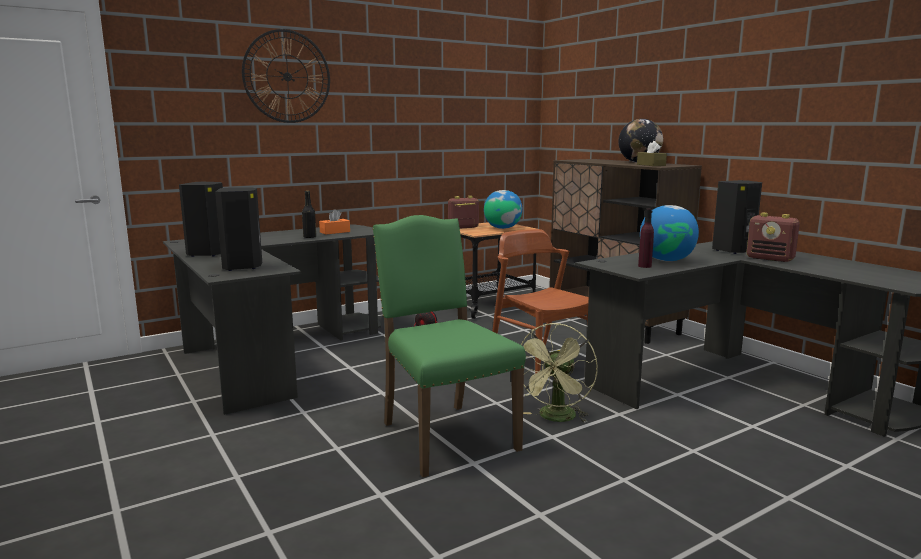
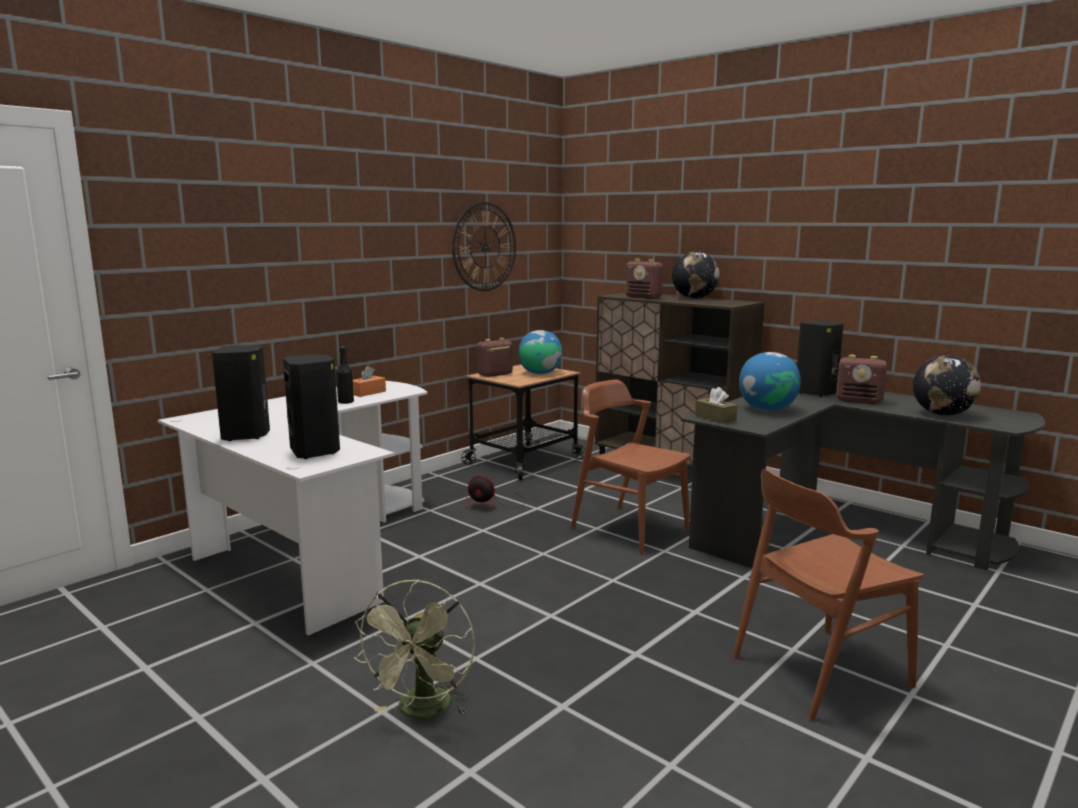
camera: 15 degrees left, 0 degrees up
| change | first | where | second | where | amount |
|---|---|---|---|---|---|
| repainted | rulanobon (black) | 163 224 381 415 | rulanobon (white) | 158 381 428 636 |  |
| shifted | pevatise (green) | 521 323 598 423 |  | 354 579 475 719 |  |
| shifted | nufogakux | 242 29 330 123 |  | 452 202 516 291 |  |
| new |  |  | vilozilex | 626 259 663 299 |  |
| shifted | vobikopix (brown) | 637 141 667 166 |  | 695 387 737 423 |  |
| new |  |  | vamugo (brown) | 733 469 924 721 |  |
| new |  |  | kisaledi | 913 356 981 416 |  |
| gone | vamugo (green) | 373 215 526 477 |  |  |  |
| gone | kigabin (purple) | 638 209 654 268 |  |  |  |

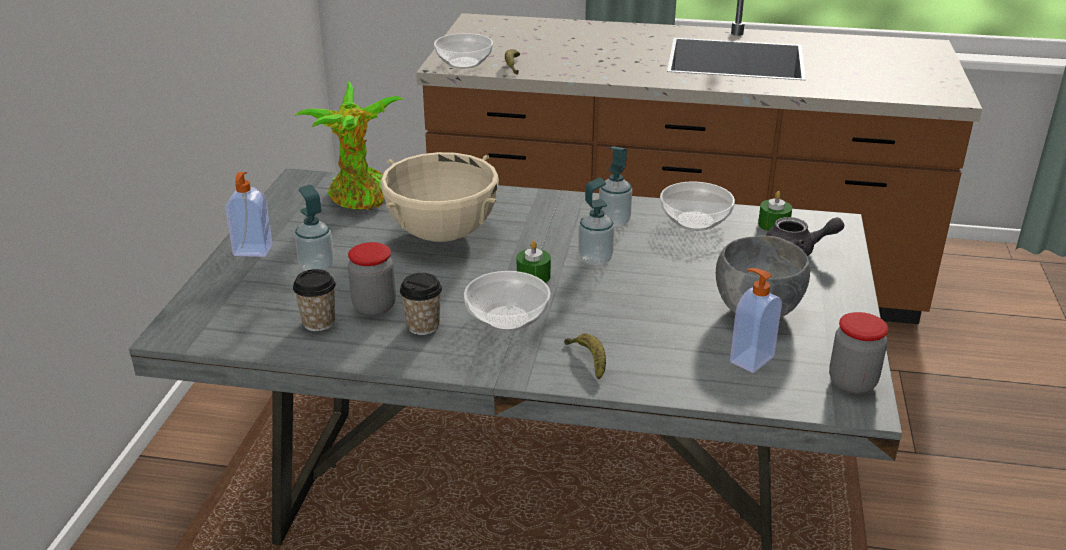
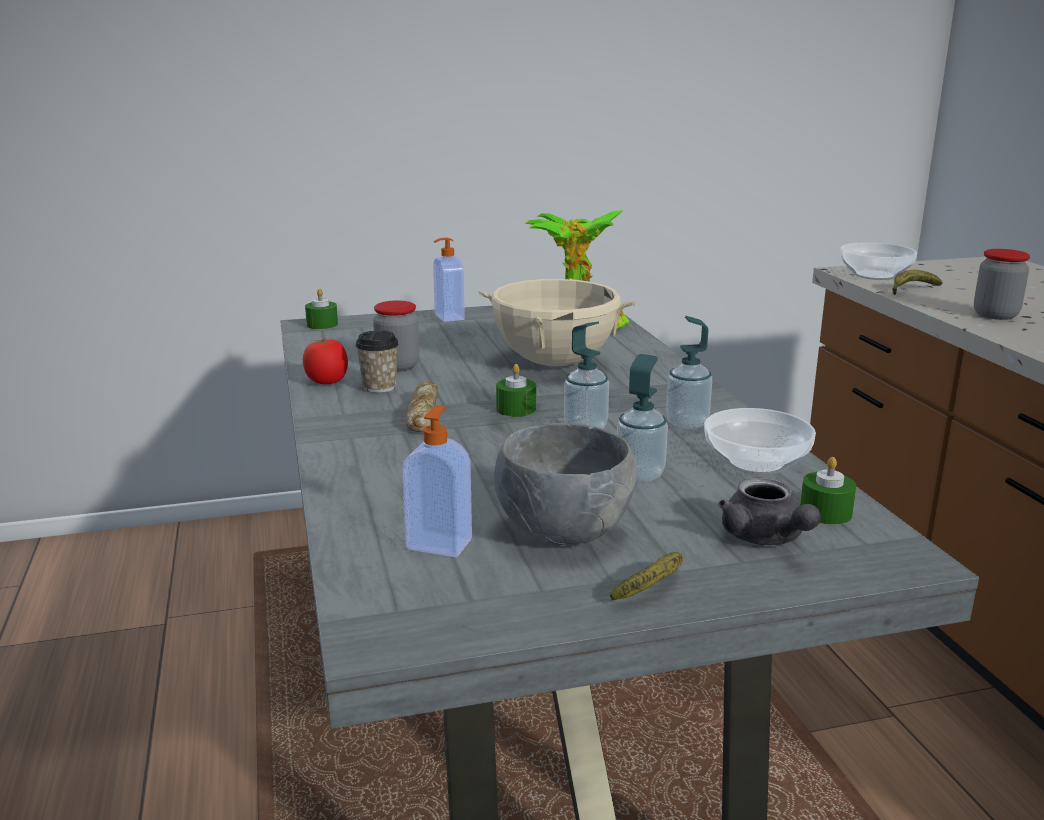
camera: 65 degrees right, 10 degrees down
| change | first | where | second | where | amount |
|---|---|---|---|---|---|
| new |  |  | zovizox | 303 338 348 384 |  |
| new |  |  | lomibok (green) | 305 289 338 329 |  |
| swapped | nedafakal | 464 271 550 332 | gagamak | 406 381 438 432 |  |
| shifted | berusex | 564 334 606 379 |  | 610 552 683 600 |  |
| shifted | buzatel | 295 185 334 271 |  | 617 354 668 483 |  |
| shifted | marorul | 829 312 888 394 |  | 974 249 1030 320 |  |
| gone | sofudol | 293 269 336 331 |  |  |  |

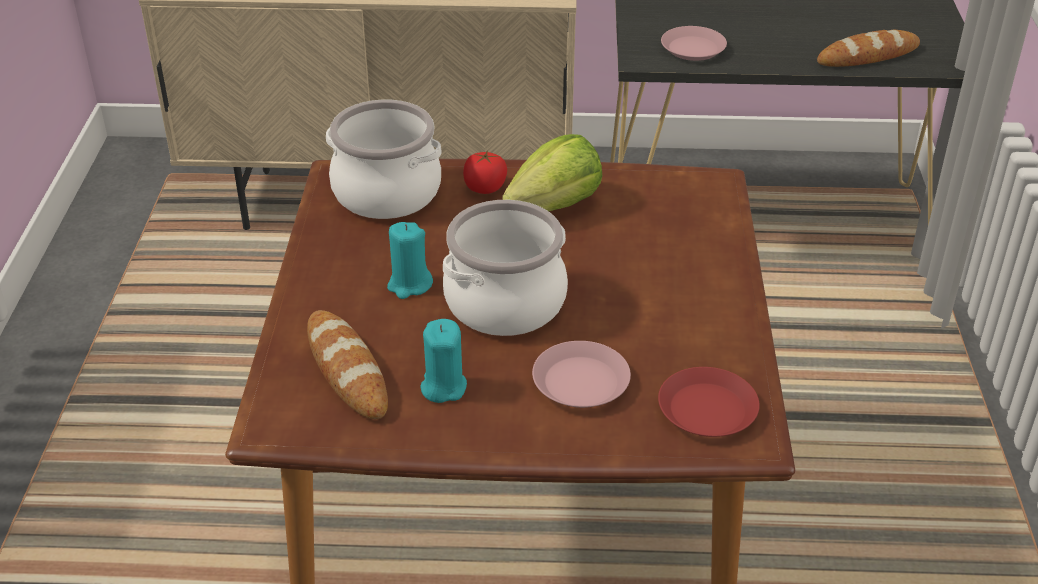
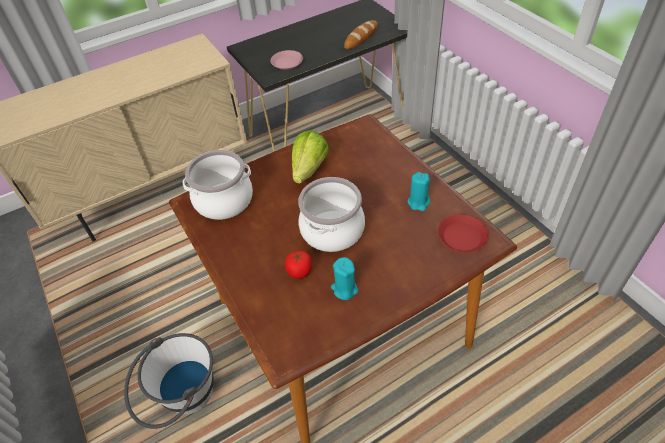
camera: 30 degrees left, 10 degrees up
| change | first | where | second | where | amount |
|---|---|---|---|---|---|
| new |  |  | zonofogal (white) | 124 333 214 429 |  |
| shifted | zovizox | 463 150 507 194 |  | 285 251 312 279 |  |
| shifted | lomibok (turquoise) | 387 222 433 299 |  | 408 172 430 211 |  |
| gone | gagamak | 307 310 388 419 |  |  |  |
| gone | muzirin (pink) | 532 341 631 408 |  |  |  |

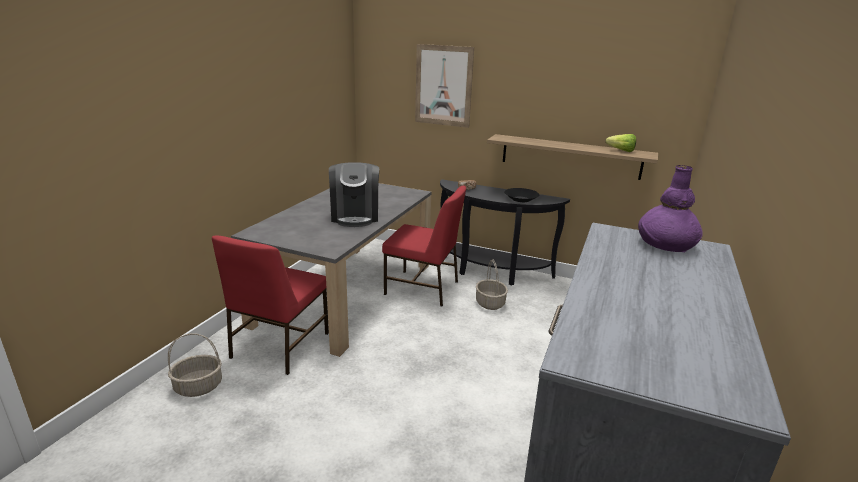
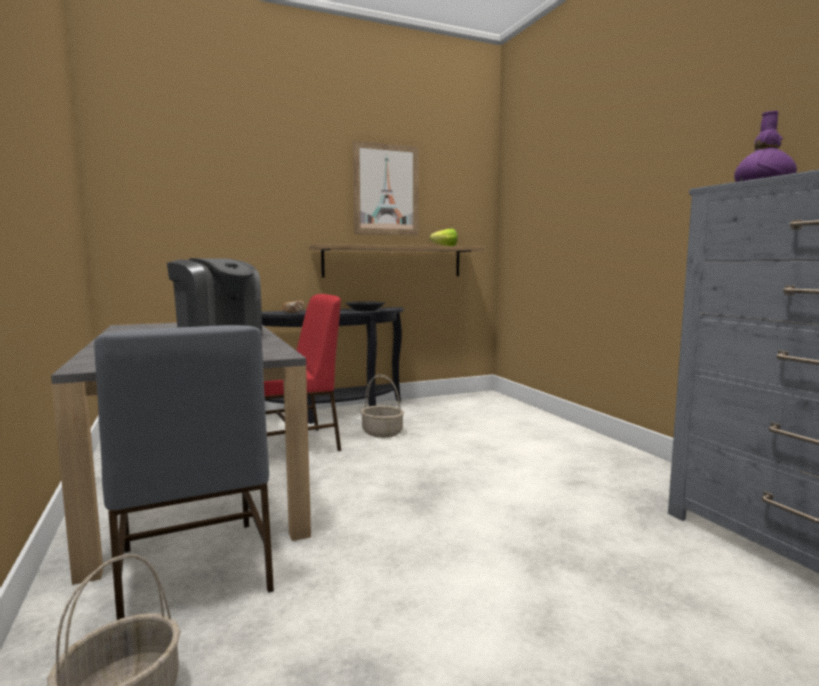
camera: 45 degrees left, 15 degrees down
| change | first | where | second | where | amount |
|---|---|---|---|---|---|
| repainted | vamugo (red) | 212 235 329 375 | vamugo (grey) | 94 325 274 620 |  |
| shifted | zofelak | 415 44 474 128 |  | 353 141 419 236 |  |

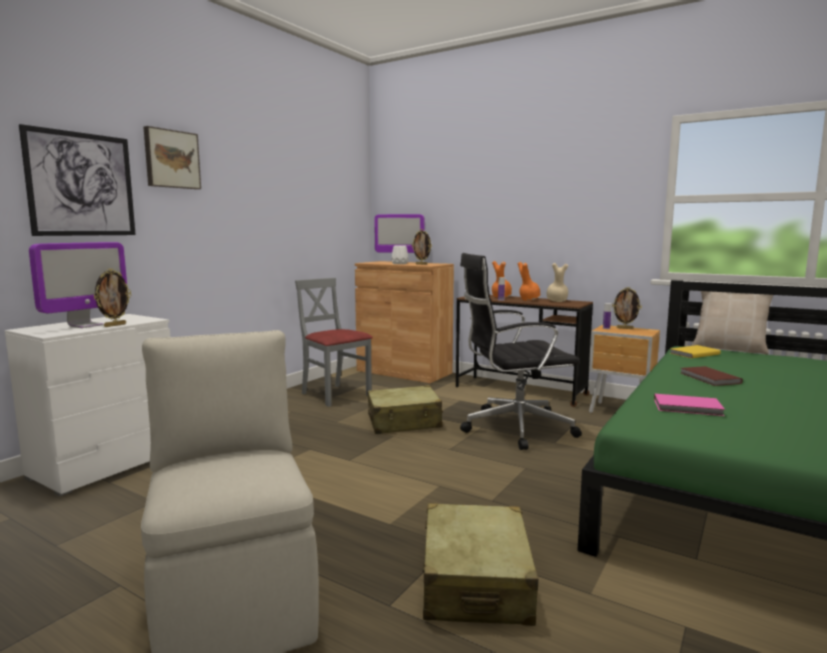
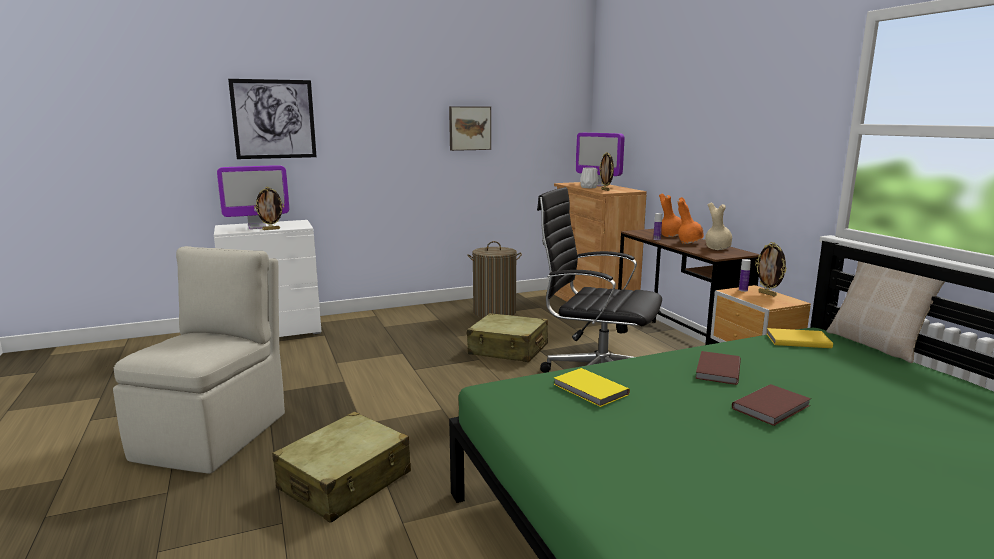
camera: 35 degrees right, 5 degrees up
| change | first | where | second | where | amount |
|---|---|---|---|---|---|
| shifted | zofelak | 144 126 201 189 |  | 449 106 491 151 |  |
| swapped | vamugo (grey) | 295 278 373 407 | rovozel | 467 241 522 318 |  |
| repainted | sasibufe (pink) | 654 394 725 416 | sasibufe (yellow) | 553 368 630 407 |  |
| new |  |  | sasibufe (brown) | 732 384 811 426 |  |

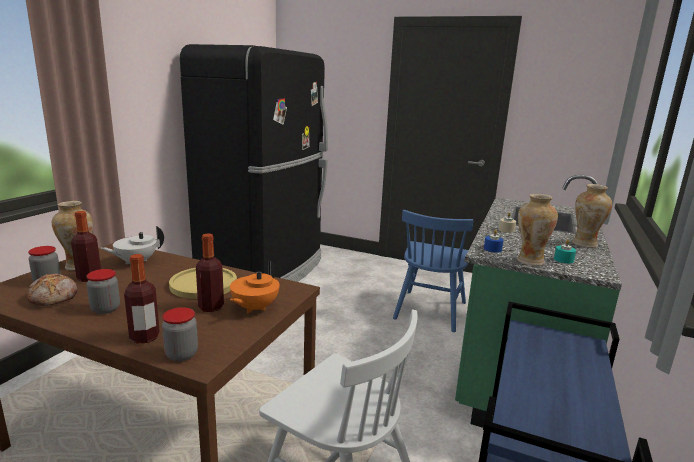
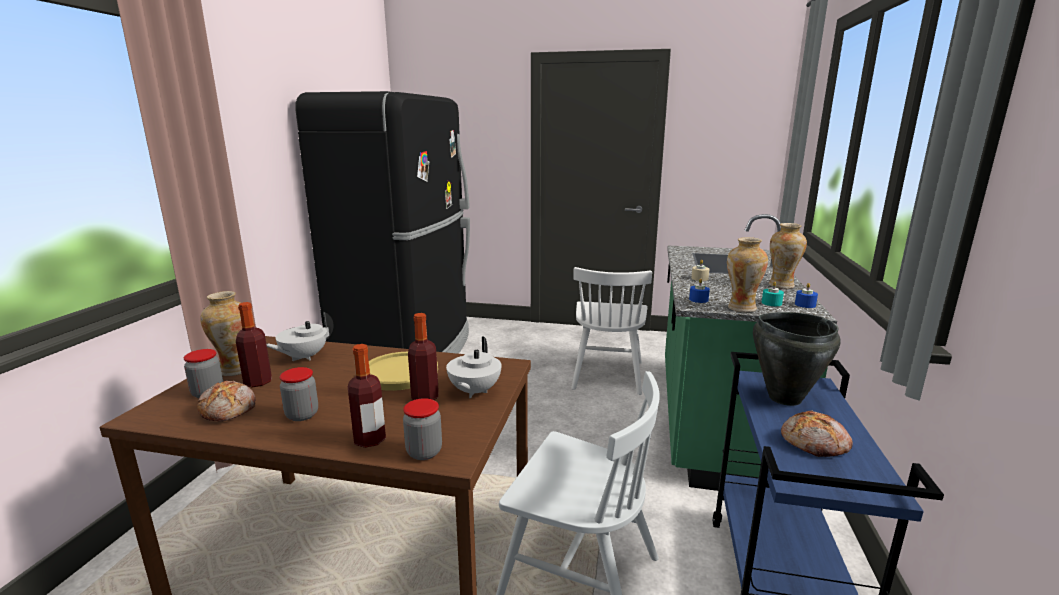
camera: 10 degrees left, 0 degrees up
| change | first | where | second | where | amount |
|---|---|---|---|---|---|
| repainted | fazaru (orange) | 230 260 280 313 | fazaru (white) | 446 336 502 398 |  |
| repainted | vamugo (blue) | 393 210 473 332 | vamugo (white) | 571 267 652 395 |  |
| new |  |  | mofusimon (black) | 753 312 841 406 |  |
| new |  |  | gagamak | 781 410 853 457 |  |
| new |  |  | lomibok (blue) | 795 283 818 308 |  |

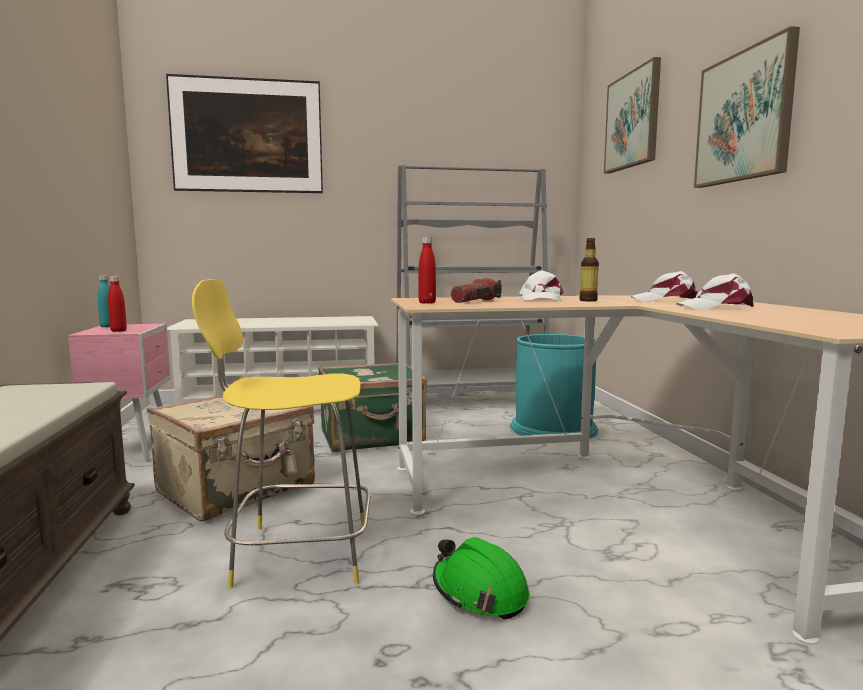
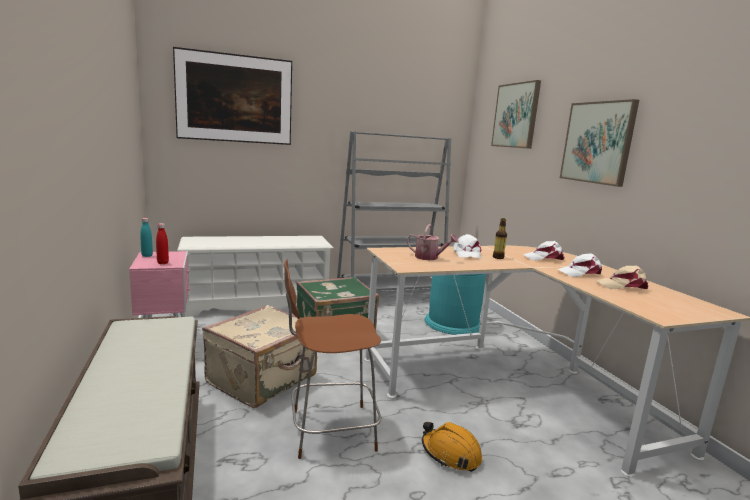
camera: 10 degrees left, 5 degrees up
| change | first | where | second | where | amount |
|---|---|---|---|---|---|
| repainted | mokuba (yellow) | 192 279 370 588 | mokuba (brown) | 284 259 381 459 |  |
| swapped | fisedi | 451 278 502 303 | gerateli | 407 224 458 260 |  |
| repainted | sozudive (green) | 433 537 530 620 | sozudive (orange) | 422 422 482 472 |  |
| new |  |  | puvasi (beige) | 596 266 648 289 |  |
| gone | kigabin (red) | 419 237 436 304 |  |  |  |

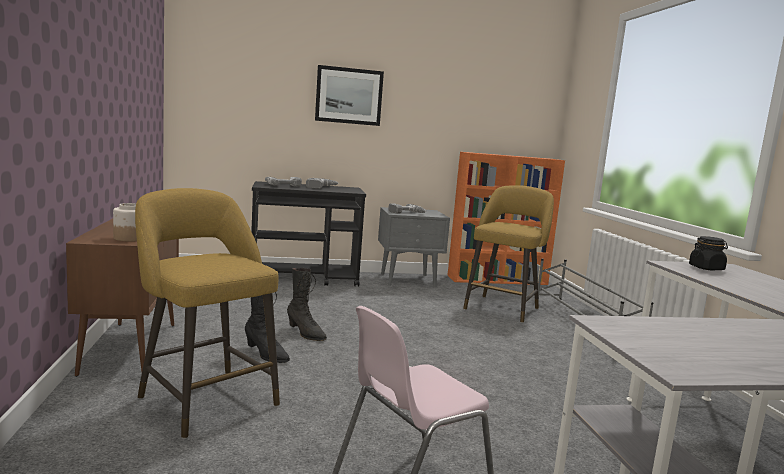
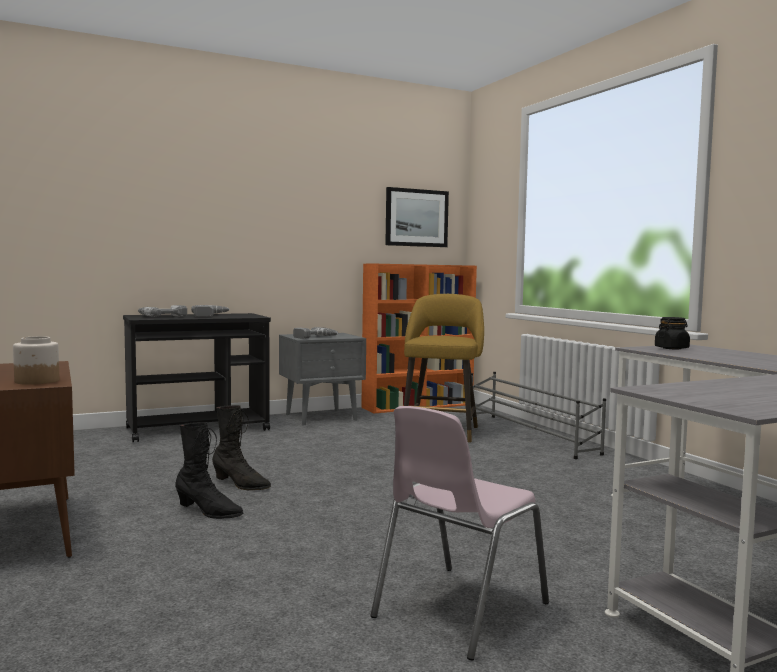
camera: 15 degrees left, 5 degrees down
| change | first | where | second | where | amount |
|---|---|---|---|---|---|
| shifted | zofelak | 315 65 384 126 |  | 385 187 449 247 |  |
| gone | mokuba (yellow) | 135 188 280 439 |  |  |  |

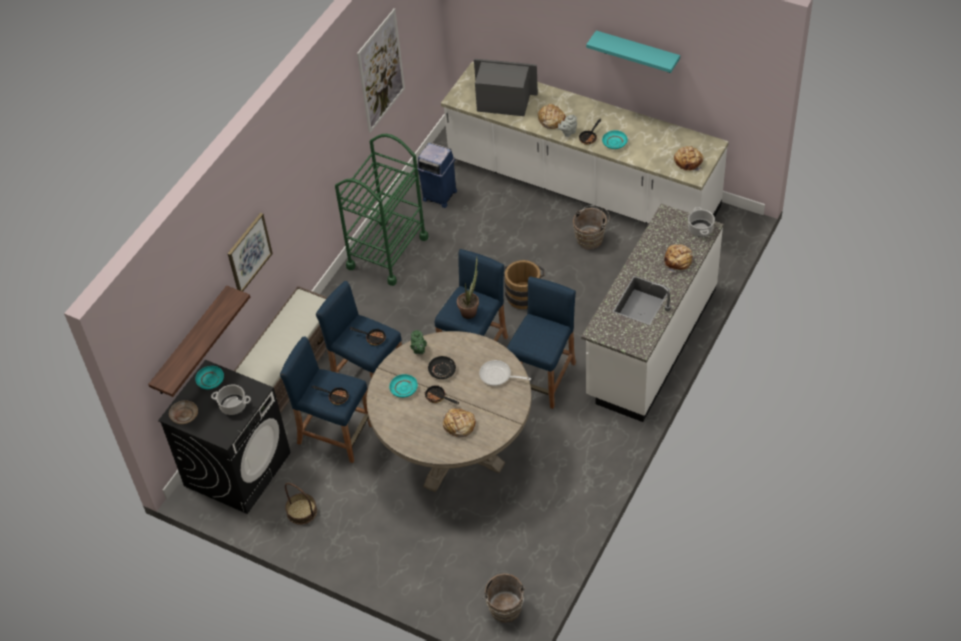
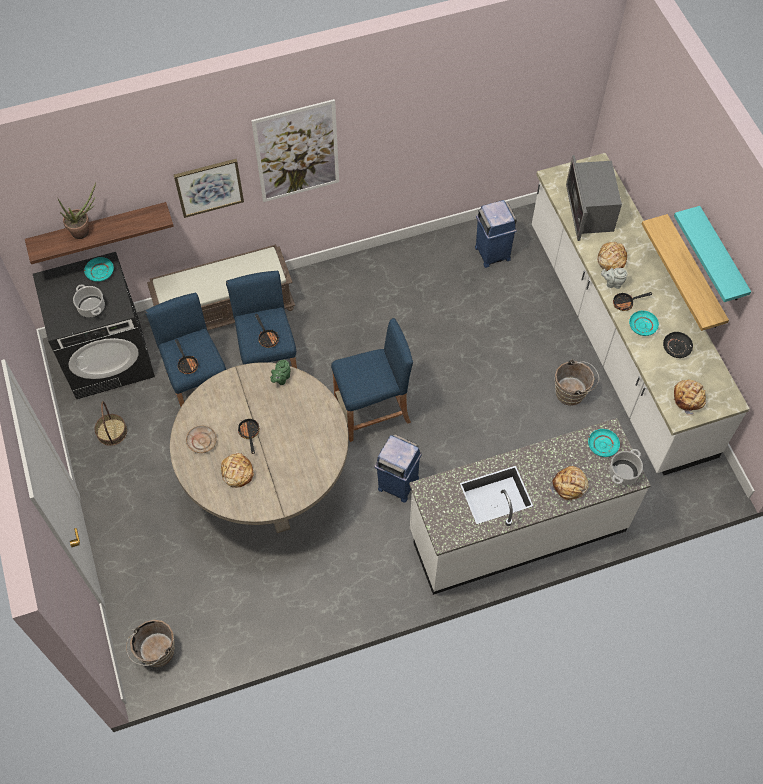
camera: 40 degrees right, 10 degrees up
| change | first | where | second | where | amount |
|---|---|---|---|---|---|
| shifted | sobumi | 457 257 479 319 |  | 58 182 96 239 |  |
| shifted | muzirin (beige) | 169 400 198 424 |  | 186 425 217 453 |  |
| shifted | zofelak | 357 8 405 133 |  | 251 99 339 202 |  |
| swapped | mokuba (blue) | 507 277 576 409 | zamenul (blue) | 375 434 422 503 |  |
| rotated | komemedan | 474 58 538 116 |  | 566 155 622 241 | 150 degrees counterclockwise |
| shifted | muzirin (turquoise) | 389 374 418 398 |  | 588 429 620 457 |  |
| new |  |  | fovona | 642 214 729 331 |  |
| shifted | muzirin (black) | 428 356 456 379 |  | 663 332 693 358 |  |
| gone | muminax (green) | 335 134 428 286 |  |  |  |
| gone | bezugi | 479 360 531 386 |  |  |  |
| gone | zonofogal (brown) | 504 260 545 309 |  |  |  |

